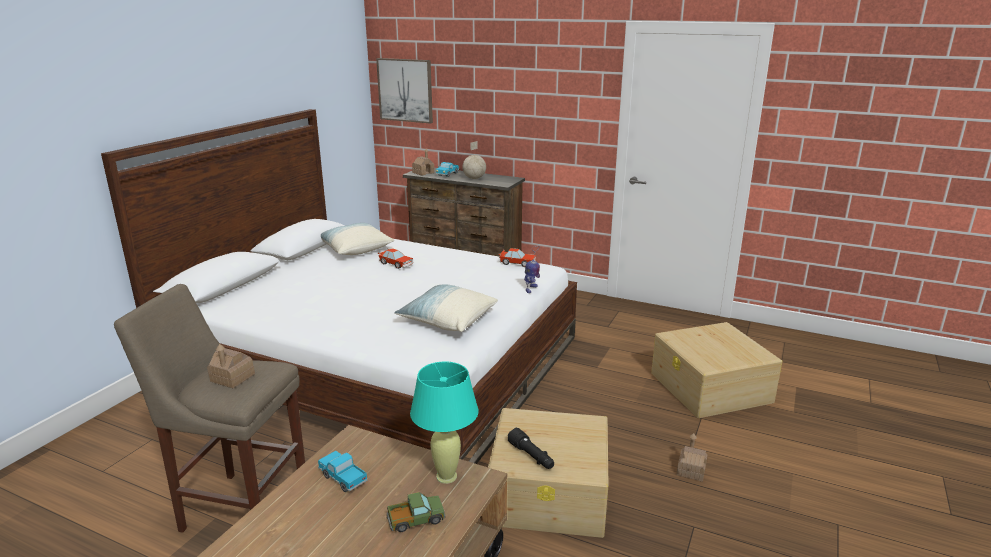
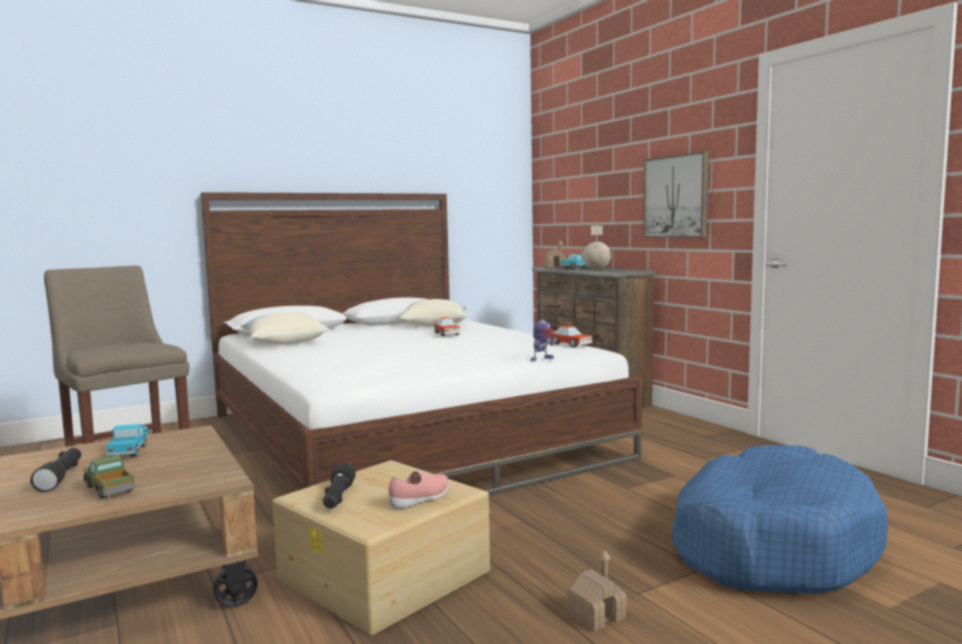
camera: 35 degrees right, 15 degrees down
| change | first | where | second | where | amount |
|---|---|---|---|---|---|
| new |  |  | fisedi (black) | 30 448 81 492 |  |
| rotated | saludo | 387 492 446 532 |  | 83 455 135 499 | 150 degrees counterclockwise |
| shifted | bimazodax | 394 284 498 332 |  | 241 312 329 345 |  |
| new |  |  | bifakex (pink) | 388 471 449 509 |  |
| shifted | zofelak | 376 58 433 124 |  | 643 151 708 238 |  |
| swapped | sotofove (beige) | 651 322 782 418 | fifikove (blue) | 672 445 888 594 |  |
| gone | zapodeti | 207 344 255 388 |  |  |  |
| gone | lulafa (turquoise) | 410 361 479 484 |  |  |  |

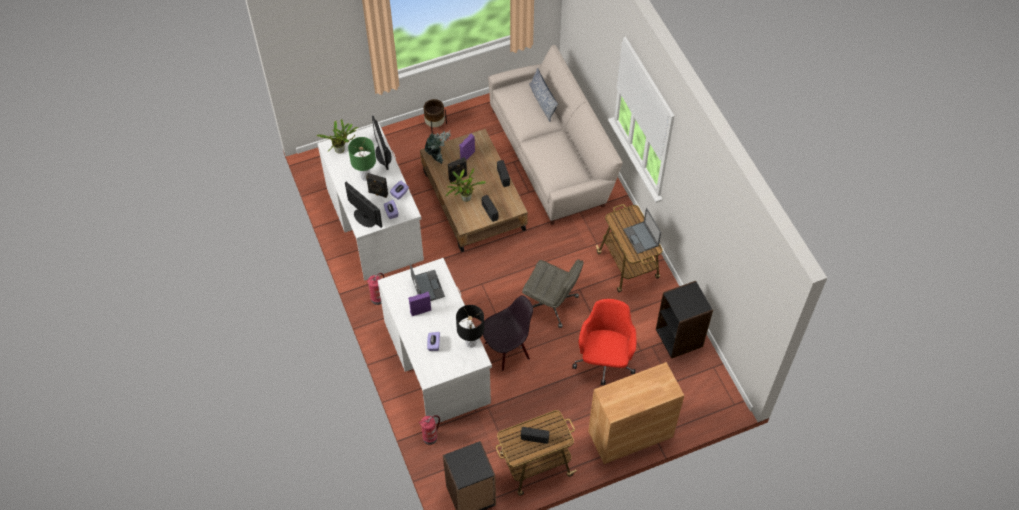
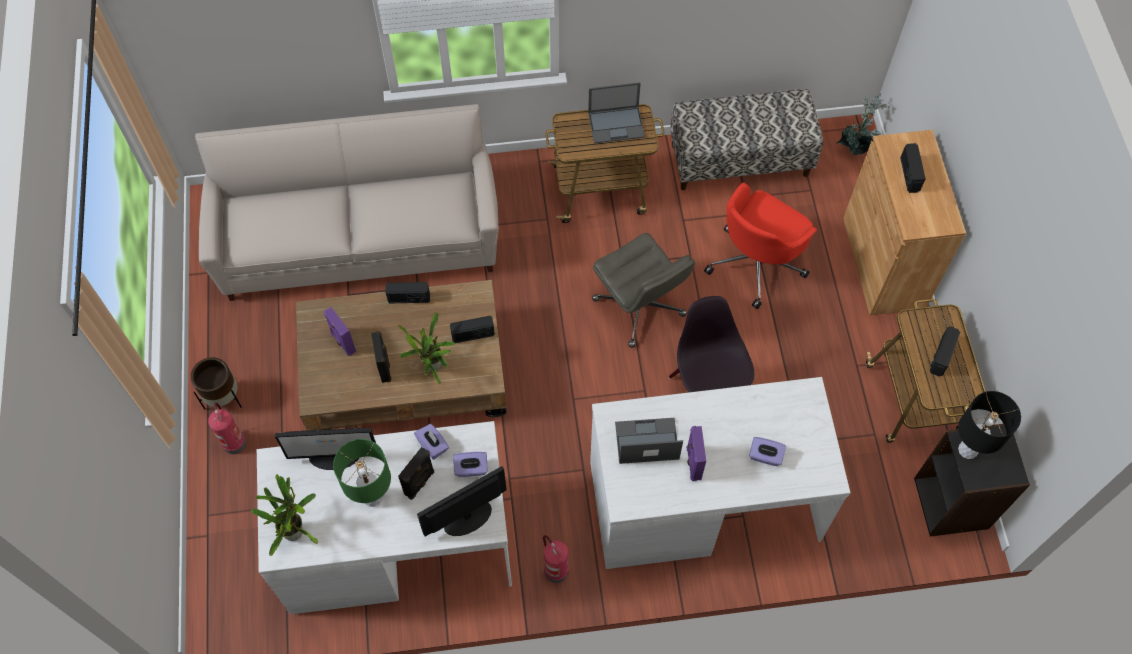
camera: 75 degrees left, 5 degrees up
| change | first | where | second | where | amount |
|---|---|---|---|---|---|
| shifted | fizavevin | 419 415 440 445 |  | 208 403 246 454 |  |
| rotated | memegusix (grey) | 522 259 584 328 |  | 592 233 695 348 | 105 degrees clockwise |
| swapped | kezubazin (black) | 656 281 713 359 | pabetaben | 670 89 823 190 |  |
| rotated | memegusix (red) | 572 299 636 385 |  | 704 182 817 309 | 75 degrees counterclockwise |
| shifted | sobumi | 425 131 450 164 |  | 836 93 890 155 |  |
| new |  |  | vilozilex | 900 143 926 193 |  |
| shifted | lulafa (black) | 456 305 484 348 |  | 958 391 1021 459 |  |
| gone | bimazodax | 529 68 558 122 |  |  |  |

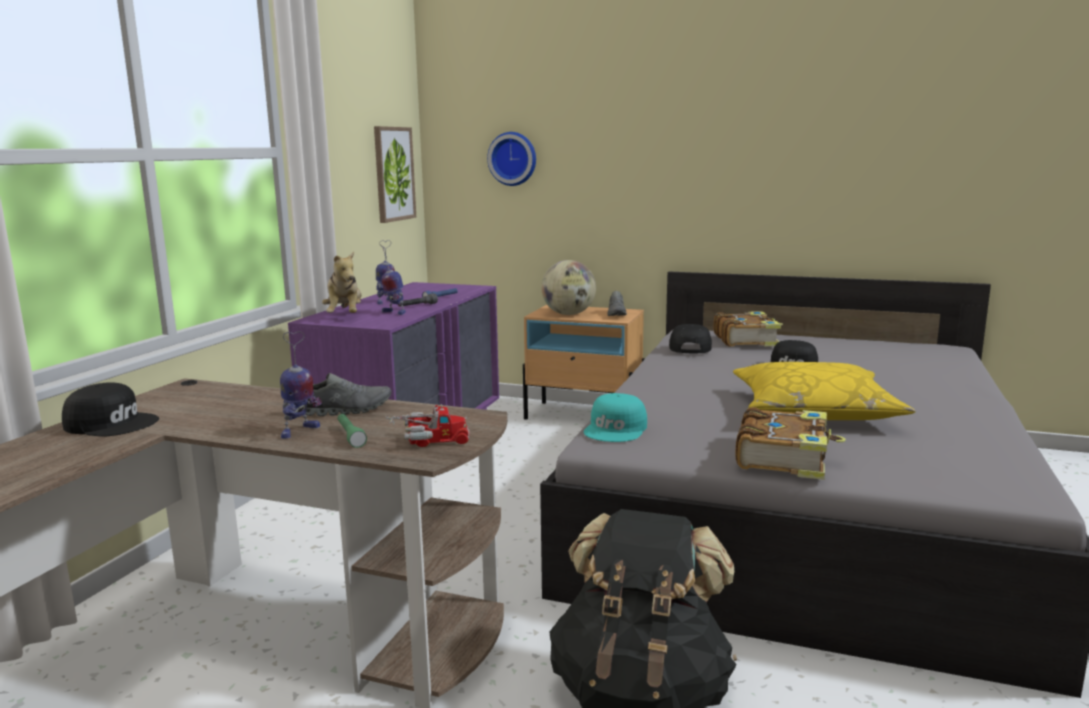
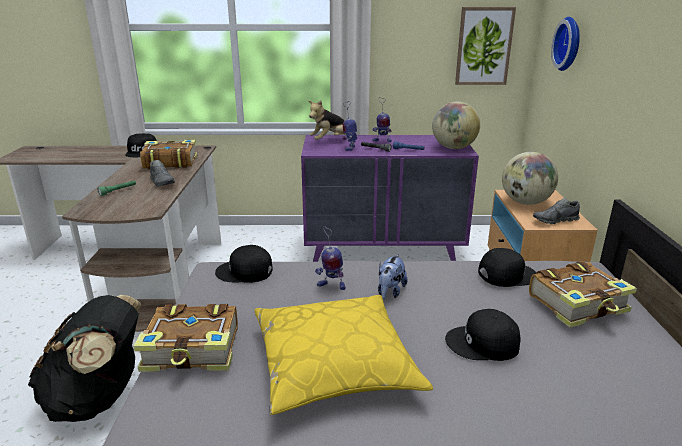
camera: 70 degrees right, 10 degrees up
| change | first | where | second | where | amount |
|---|---|---|---|---|---|
| new |  |  | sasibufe | 140 139 197 170 |  |
| repainted | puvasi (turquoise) | 584 393 647 442 | puvasi (black) | 215 245 273 283 |  |
| shifted | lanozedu | 280 331 322 439 |  | 315 226 345 290 |  |
| new |  |  | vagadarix | 378 254 408 299 |  |
| new |  |  | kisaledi | 432 101 480 149 |  |
| gone | saludo | 386 404 469 447 |  |  |  |

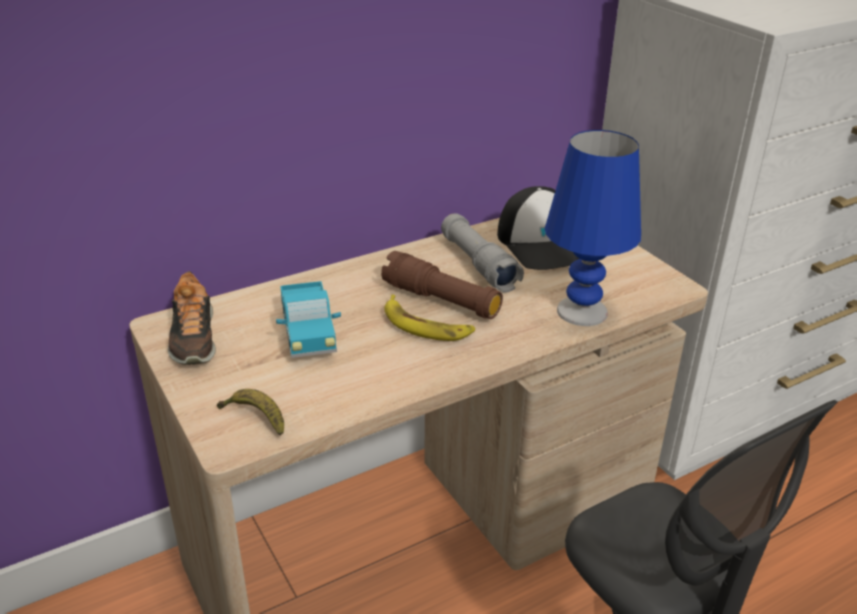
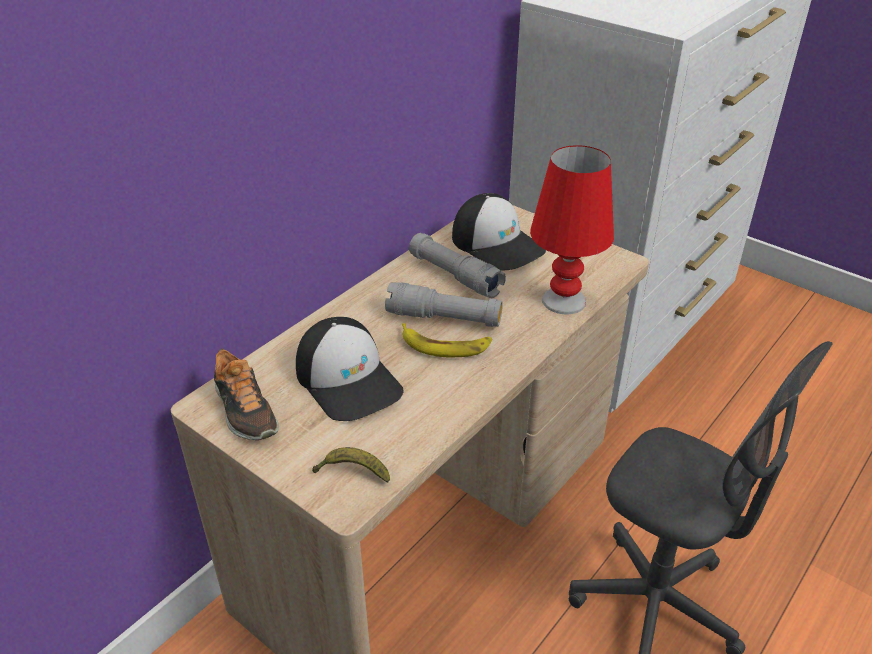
camera: 20 degrees left, 5 degrees up
| change | first | where | second | where | amount |
|---|---|---|---|---|---|
| swapped | saludo | 276 281 341 358 | puvasi | 296 317 403 421 |  |
| repainted | fisedi (brown) | 381 251 503 319 | fisedi (grey) | 385 282 503 327 |  |
| repainted | lulafa (blue) | 545 130 641 326 | lulafa (red) | 530 145 614 314 |  |

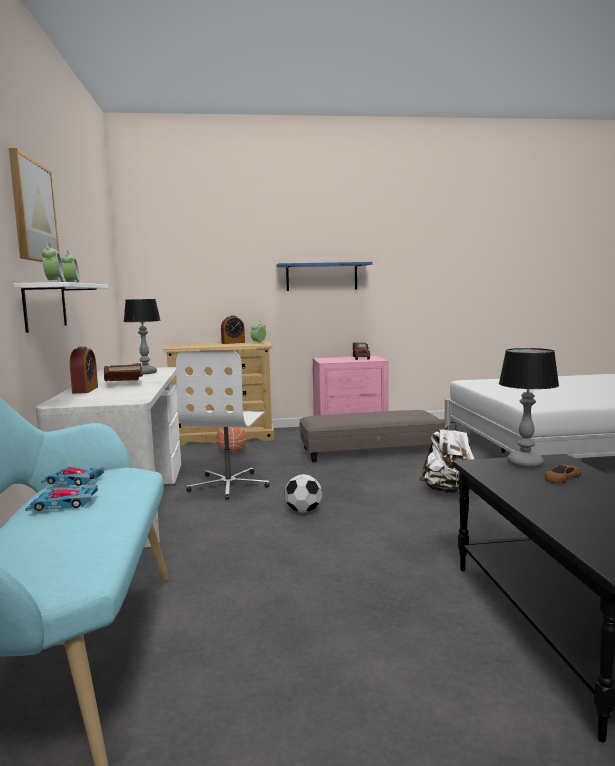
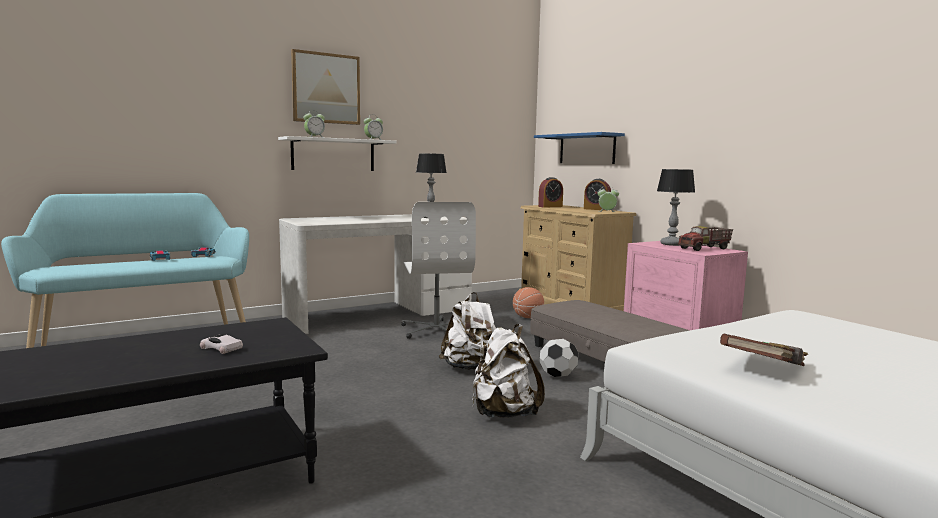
camera: 65 degrees right, 0 degrees up
| change | first | where | second | where | amount |
|---|---|---|---|---|---|
| repainted | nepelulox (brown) | 544 465 581 484 | nepelulox (white) | 200 334 243 354 |  |
| rotated | memegusix (white) | 176 351 270 500 |  | 401 202 476 339 | 90 degrees counterclockwise |
| new |  |  | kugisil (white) | 439 292 496 370 |  |
| shifted | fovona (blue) | 276 262 373 291 |  | 534 132 625 164 |  |
| shifted | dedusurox | 70 346 98 394 |  | 538 177 563 207 |  |
| shifted | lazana | 285 474 322 513 |  | 540 339 578 377 |  |
| shifted | lulafa | 499 348 559 468 |  | 657 169 695 246 |  |
| shifted | sasibufe (brown) | 104 363 143 381 |  | 720 334 808 366 |  |

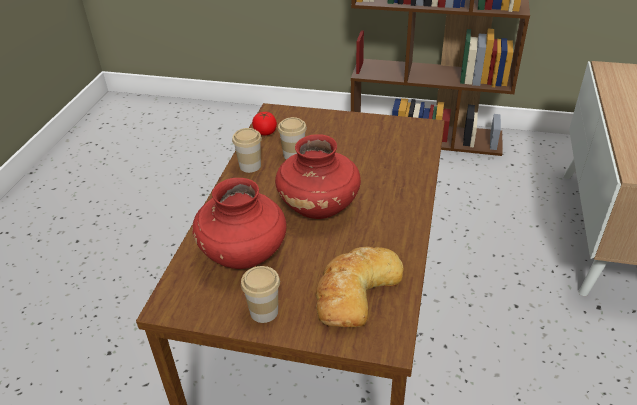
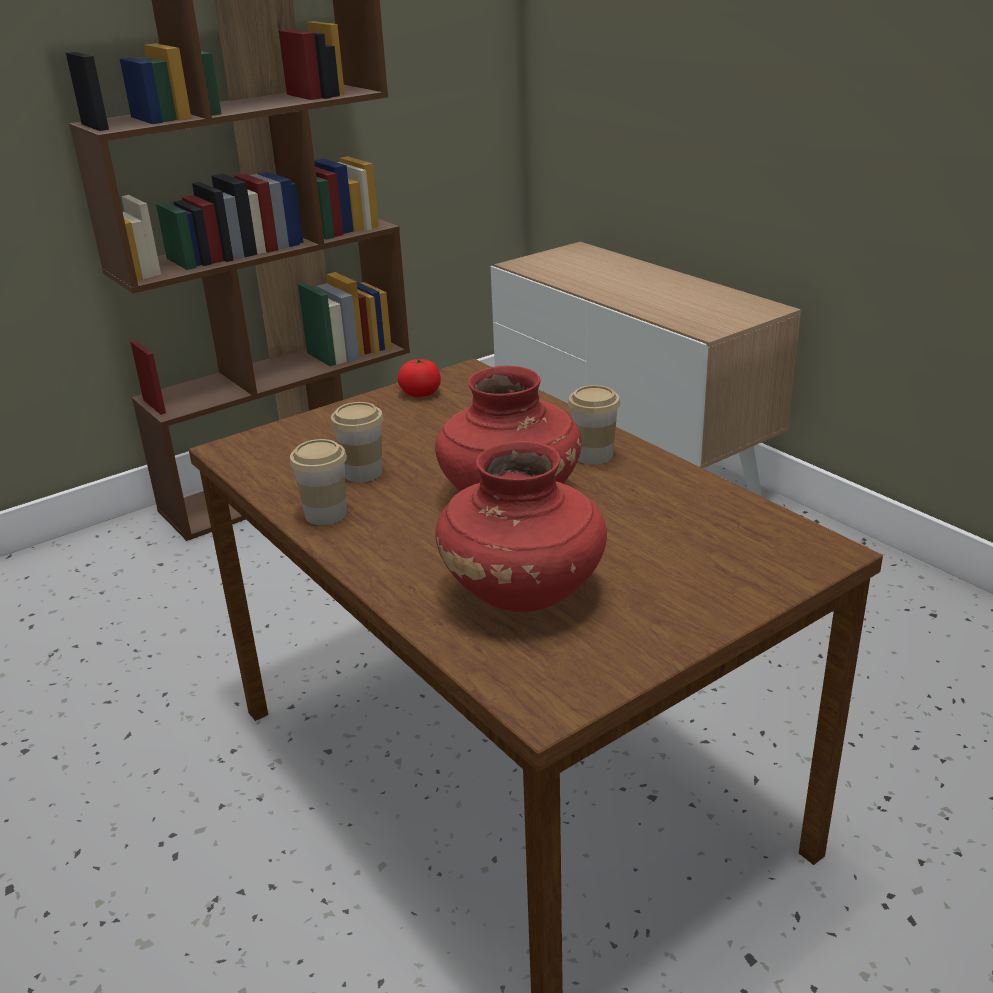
camera: 50 degrees left, 10 degrees down
| change | first | where | second | where | amount |
|---|---|---|---|---|---|
| shifted | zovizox | 252 112 277 135 |  | 397 359 441 397 |  |
| shifted | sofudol | 241 266 280 323 |  | 568 385 620 465 |  |
| gone | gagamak | 316 247 404 327 |  |  |  |

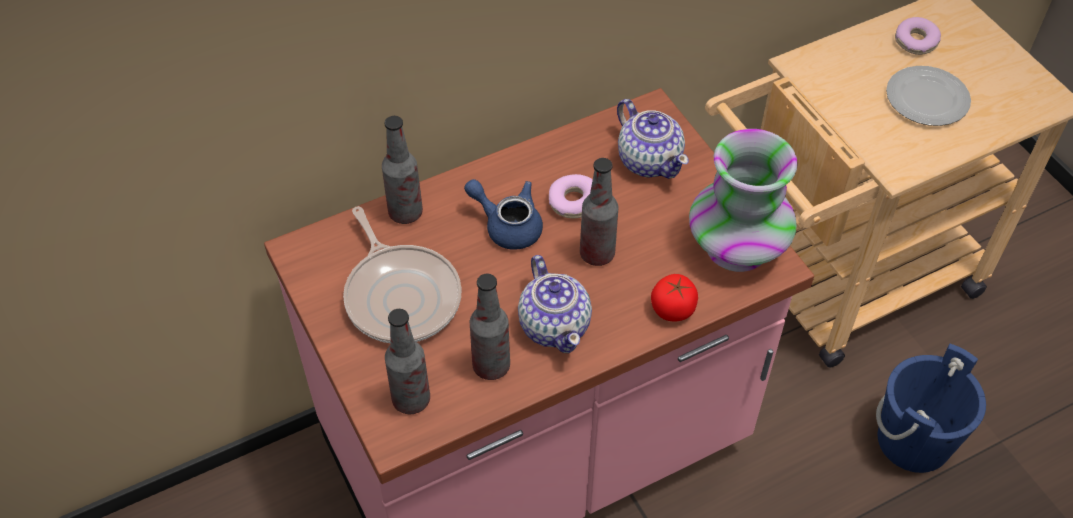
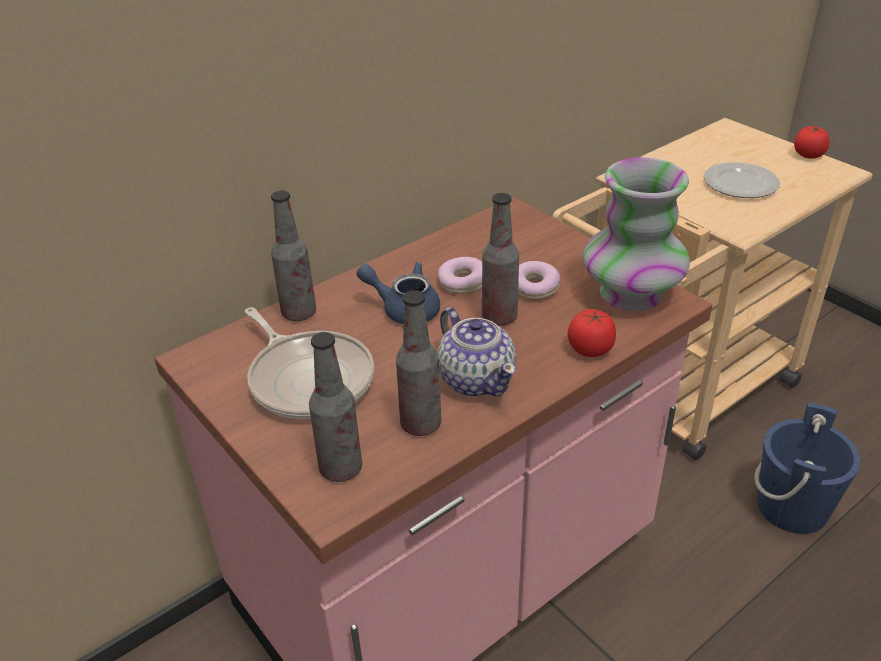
camera: 10 degrees left, 15 degrees down
| change | first | where | second | where | amount |
|---|---|---|---|---|---|
| shifted | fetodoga | 895 17 941 55 |  | 518 261 560 299 |  |
| new |  |  | zovizox | 794 126 830 159 |  |
| gone | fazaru | 617 99 689 179 |  |  |  |

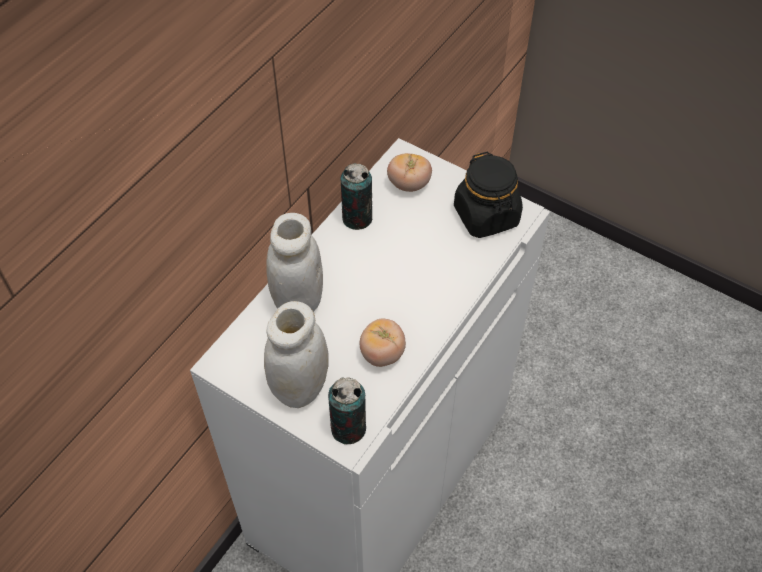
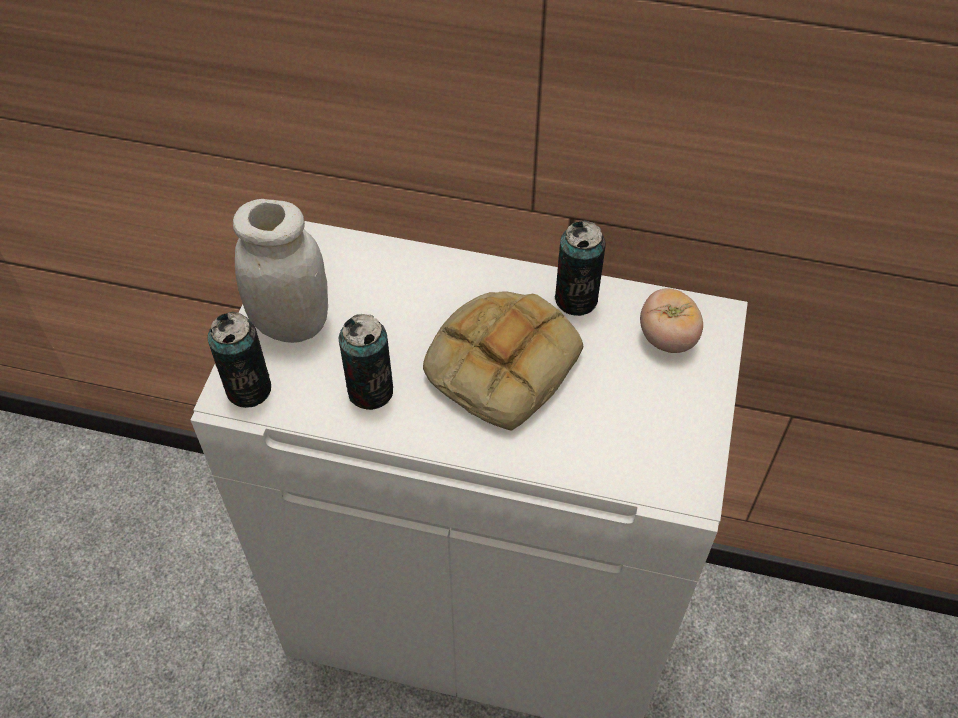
camera: 70 degrees right, 0 degrees up
| change | first | where | second | where | amount |
|---|---|---|---|---|---|
| swapped | zovizox | 360 318 406 367 | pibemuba | 339 314 393 410 |  |
| new |  |  | gagamak | 423 291 583 431 |  |
| gone | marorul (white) | 266 213 323 312 |  |  |  |
| gone | marorul (black) | 454 152 523 238 |  |  |  |

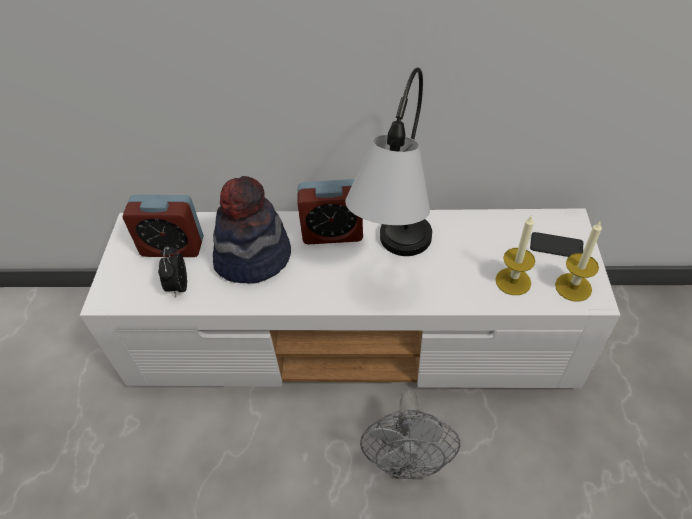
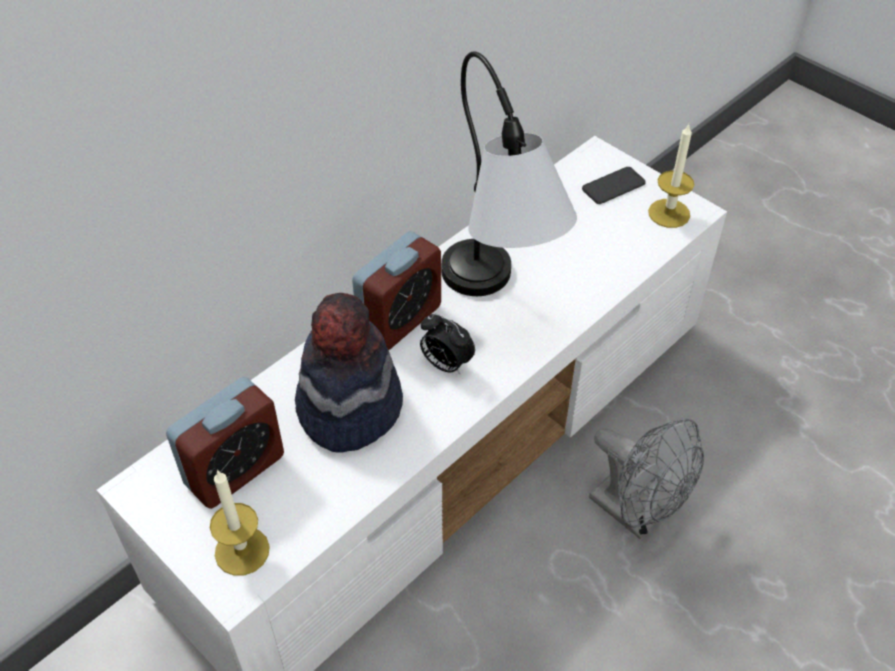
camera: 50 degrees left, 0 degrees up
| change | first | where | second | where | amount |
|---|---|---|---|---|---|
| shifted | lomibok | 495 215 535 295 |  | 210 469 270 576 |  |
| shifted | dedusurox | 158 247 187 297 |  | 420 314 475 374 |  |

